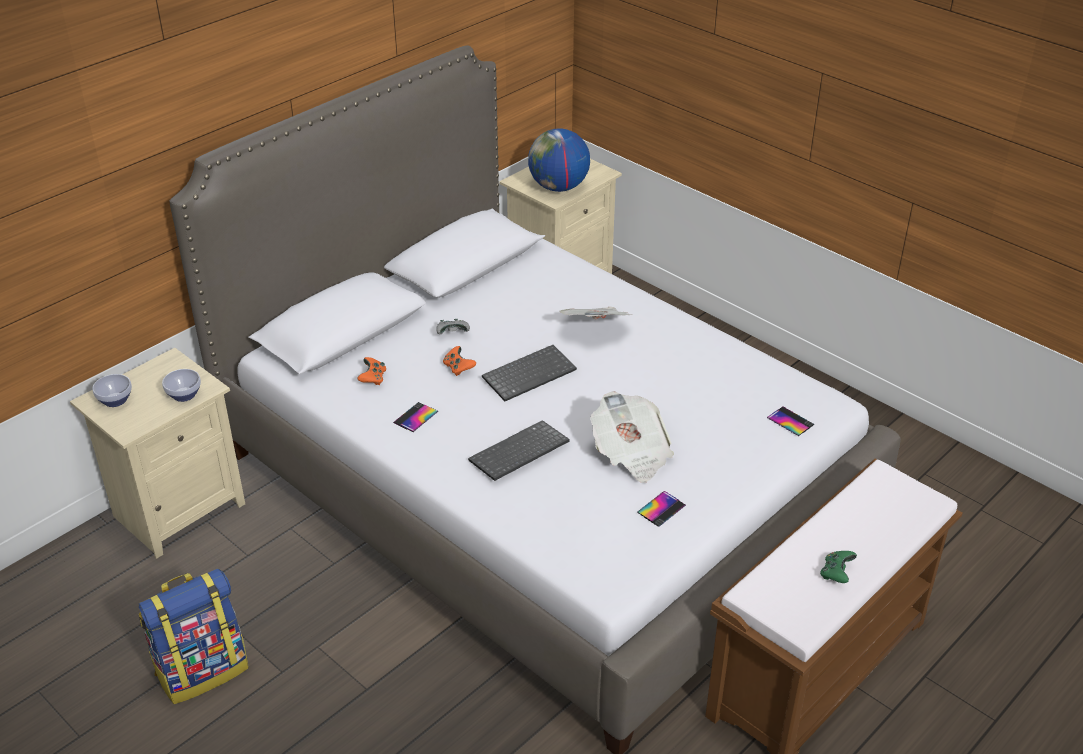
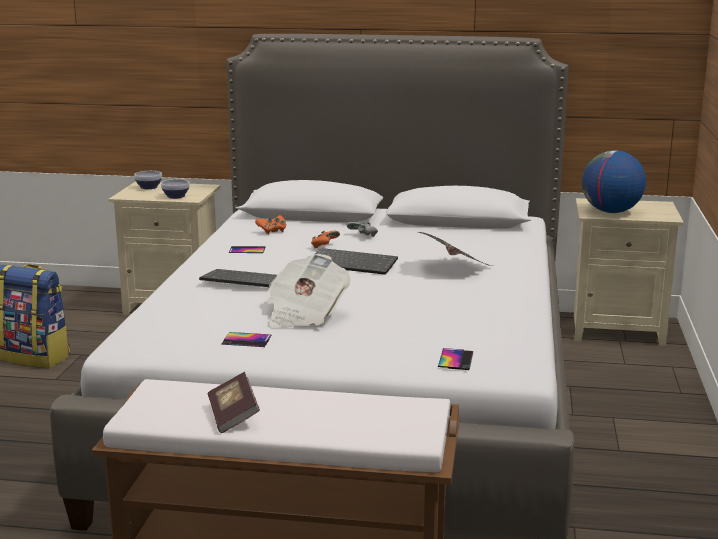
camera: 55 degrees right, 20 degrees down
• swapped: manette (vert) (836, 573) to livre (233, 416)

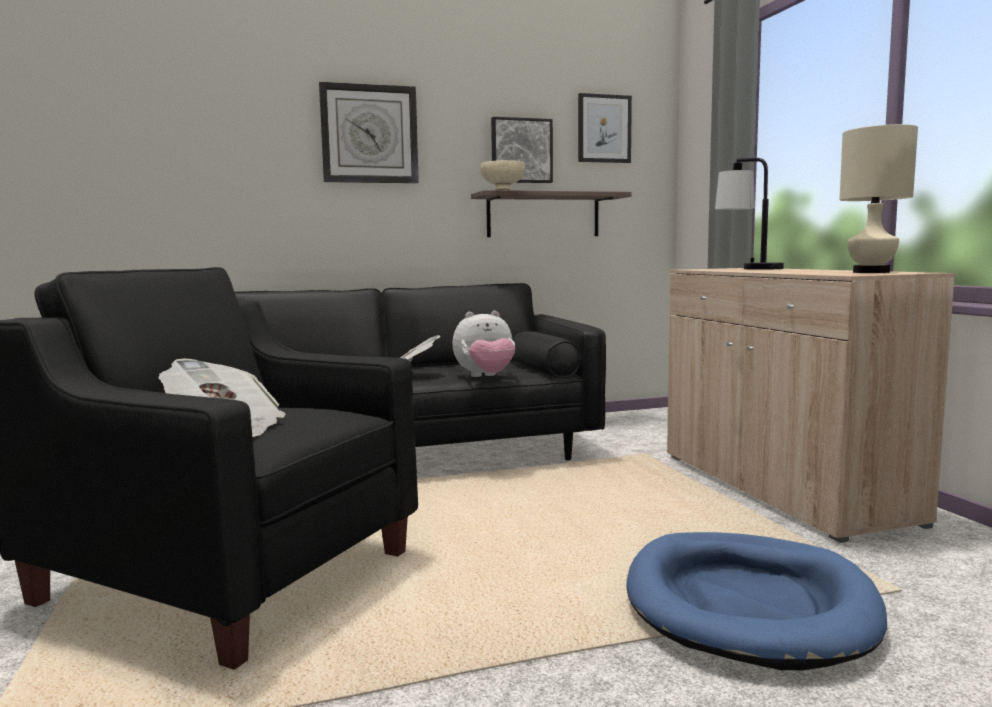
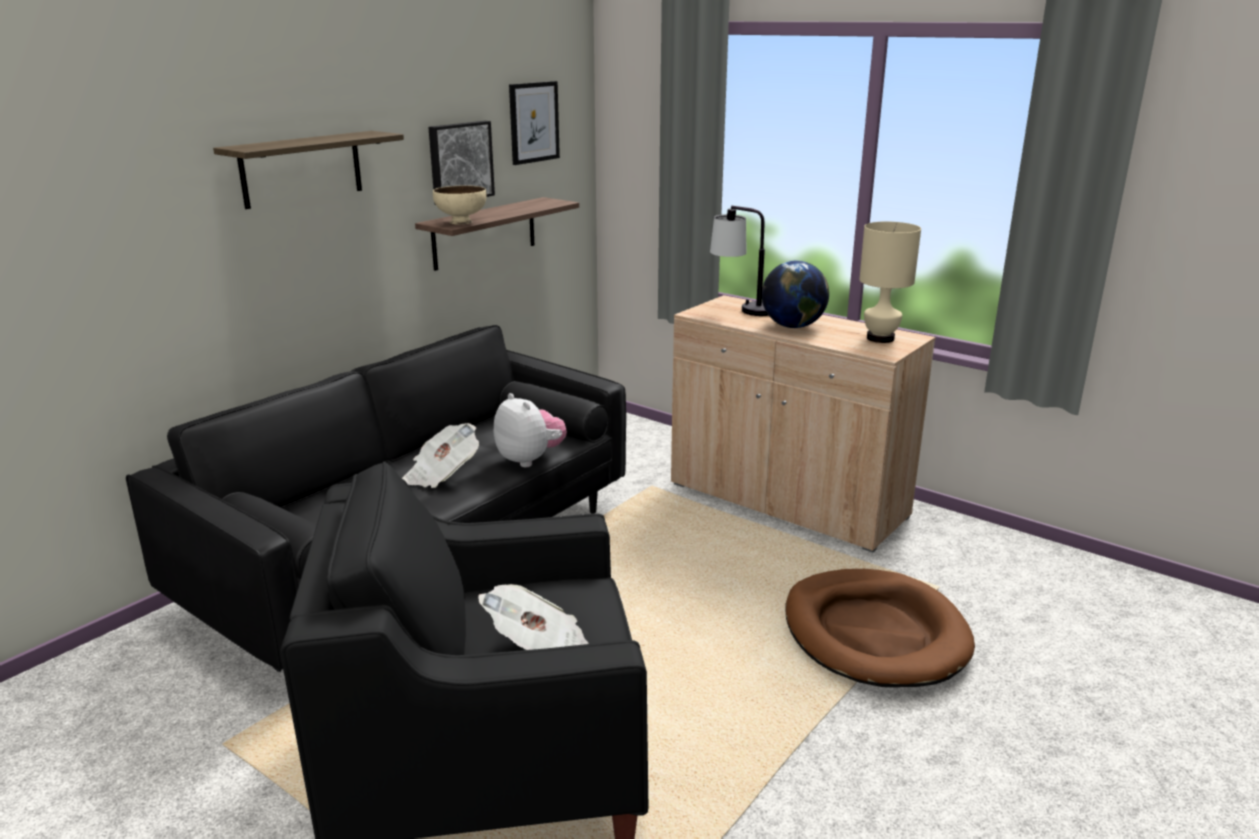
camera: 35 degrees left, 15 degrees up
• swapped: horloge murale (369, 134) to étagère (301, 169)
• rotated: peluche (486, 377) = (530, 459) 75 degrees counterclockwise
• repainted: panier pour chien (bleu) (748, 604) to panier pour chien (marron) (874, 633)
• new: globe (793, 326)

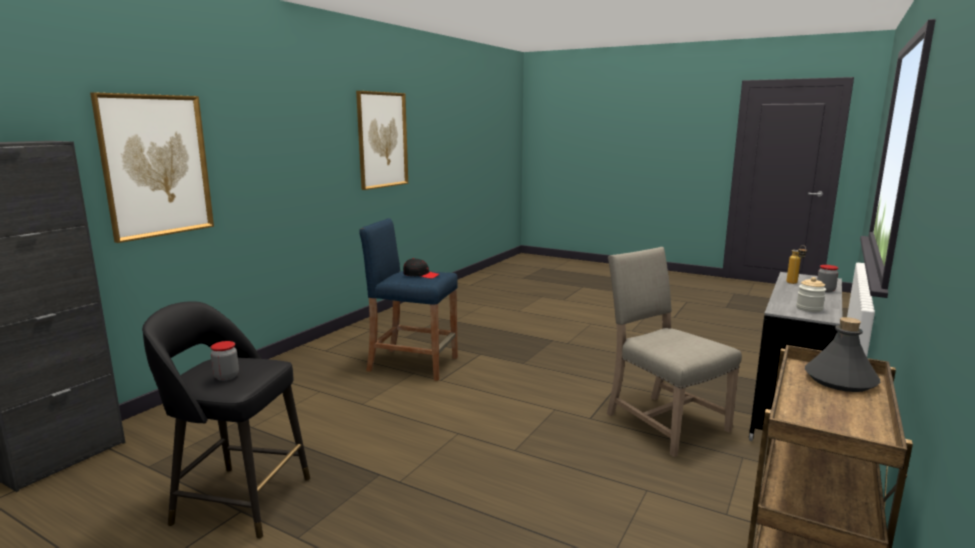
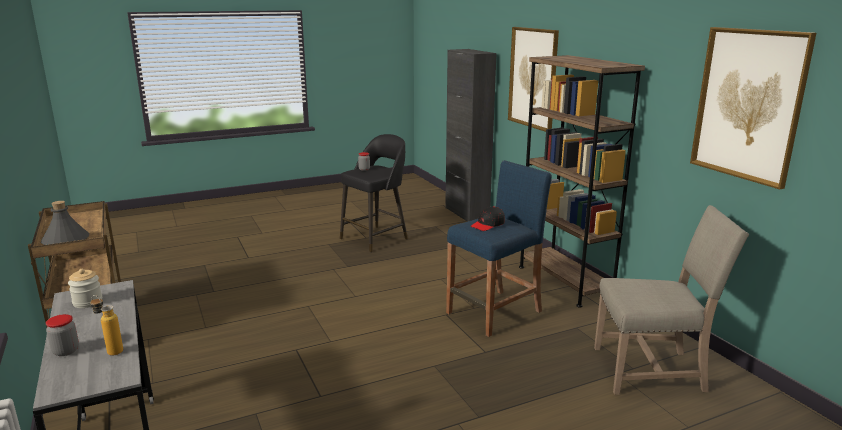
camera: 125 degrees right, 5 degrees up
• shifted: chaise (beige) (662, 421) to (652, 370)
• new: bibliothèque (marron) (564, 281)

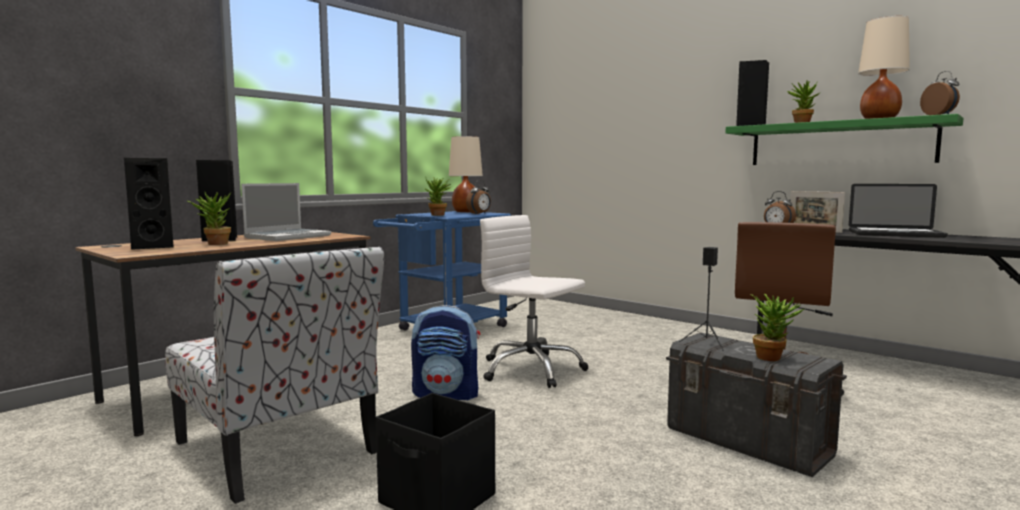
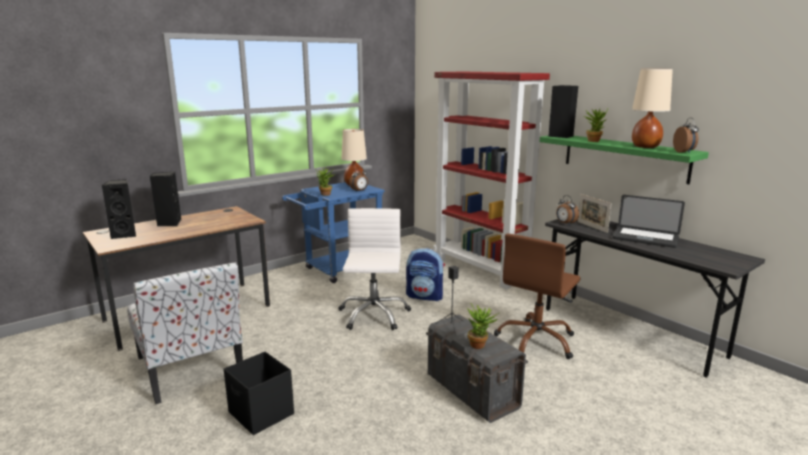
camera: 10 degrees right, 10 degrees up
• gone: ordinateur portable (288, 237)
• gone: plante en pot (213, 244)
• rotated: chaise de bureau (blanc) (531, 370) = (373, 315) 45 degrees clockwise
• shifted: sac à dos (447, 394) to (425, 296)
• new: bibliothèque (rouge) (481, 270)

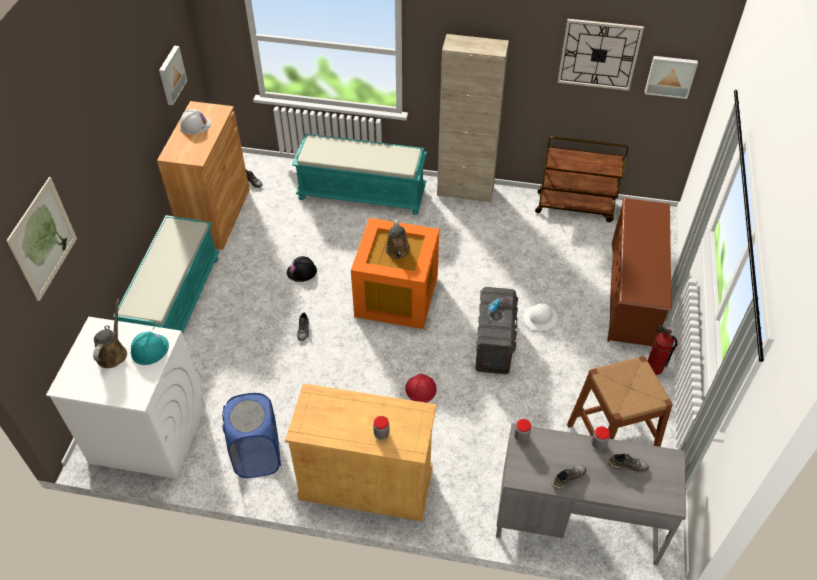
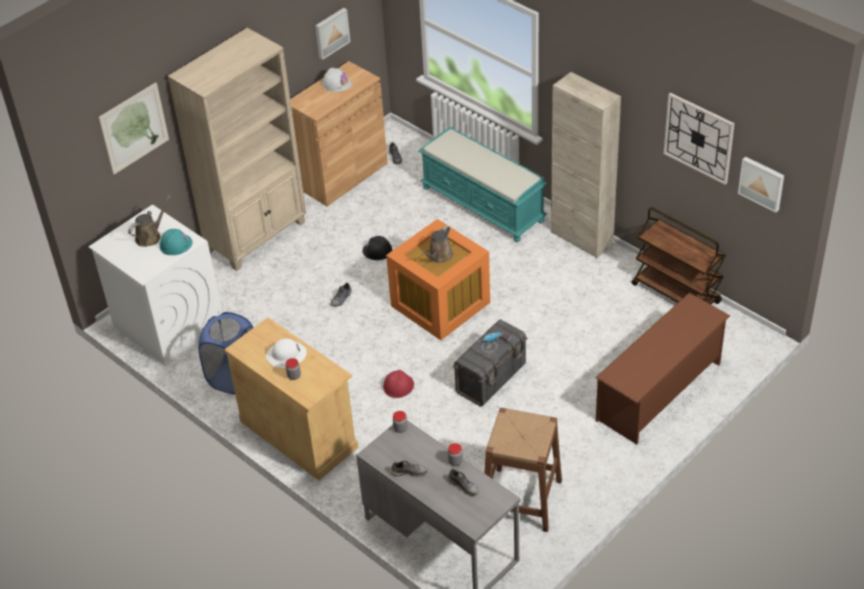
camera: 35 degrees right, 5 degrees down
• swapped: banc (turquoise) (175, 304) to bibliothèque (beige) (257, 236)
• shifted: casque de chantier (blanc) (540, 318) to (286, 355)
• gone: extincteur (653, 368)

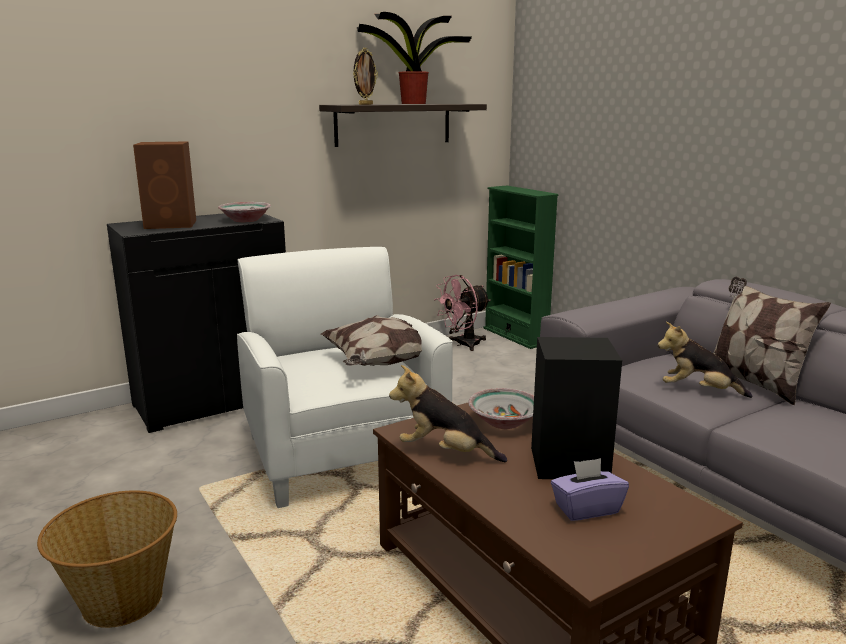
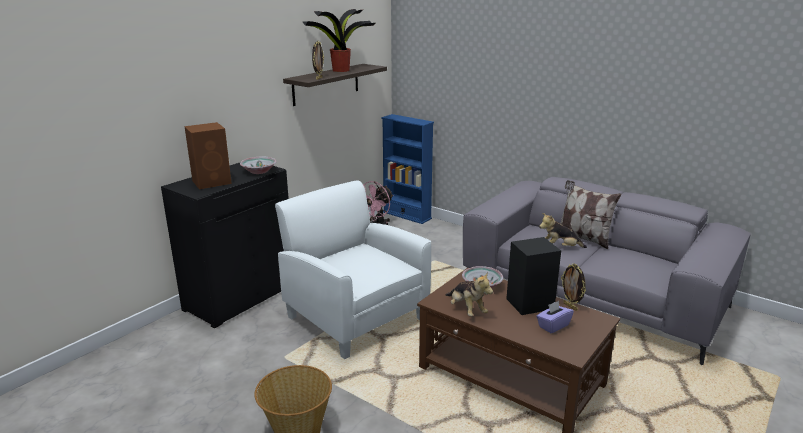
camera: 20 degrees left, 5 degrees up
• repainted: bibliothèque (vert) (515, 336) to bibliothèque (bleu) (407, 215)
• gone: coussin (379, 363)
• rotated: peluche (445, 453) = (466, 310) 120 degrees counterclockwise
• new: cadre photo (570, 306)

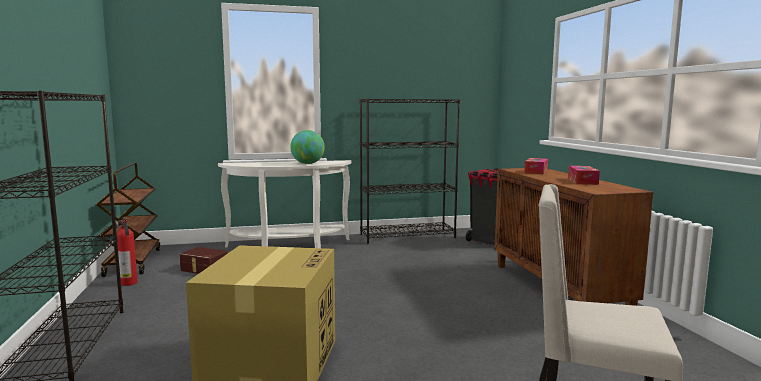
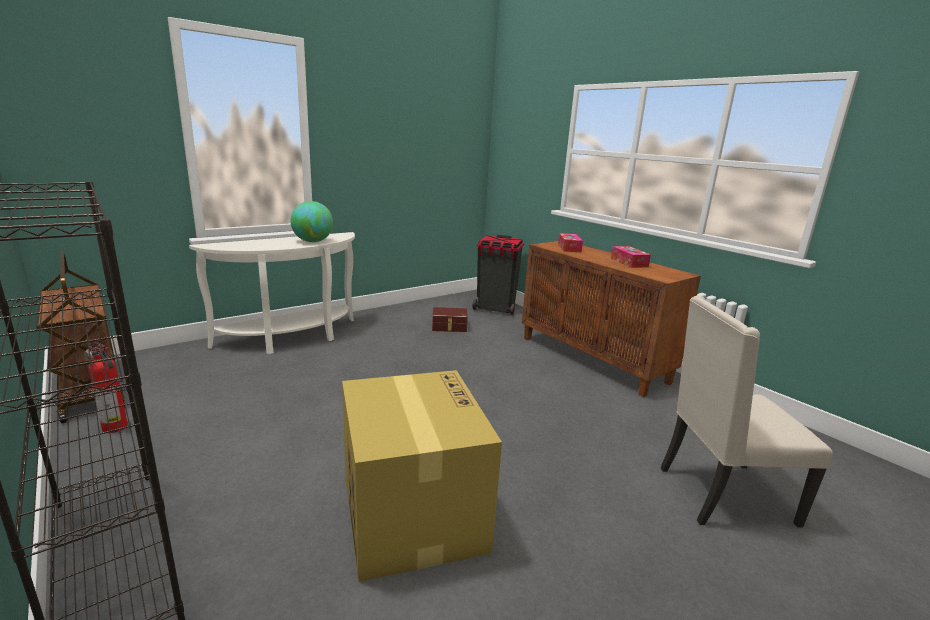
camera: 25 degrees left, 10 degrees up
• gone: bibliothèque (noir) (408, 236)
• shifted: boîte de rangement (marron) (203, 269) to (449, 327)

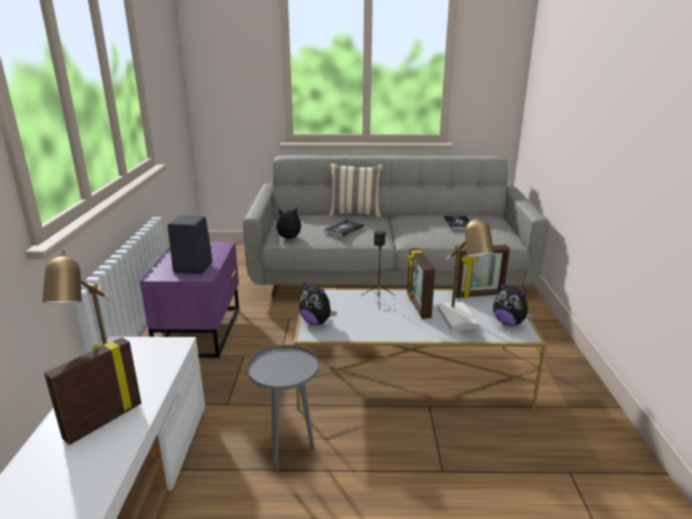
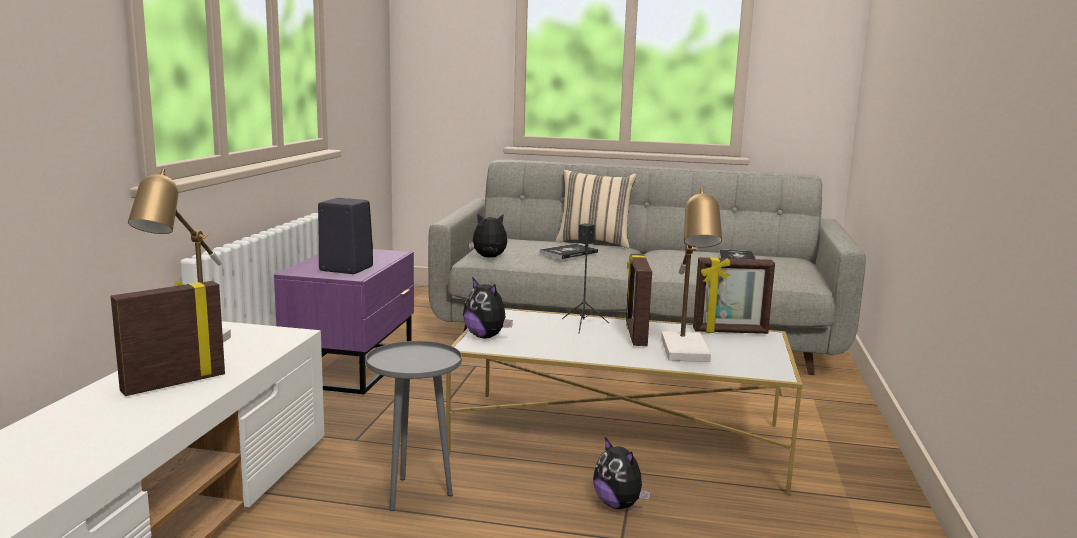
camera: 10 degrees right, 10 degrees down
• shifted: peluche (509, 323) to (618, 505)

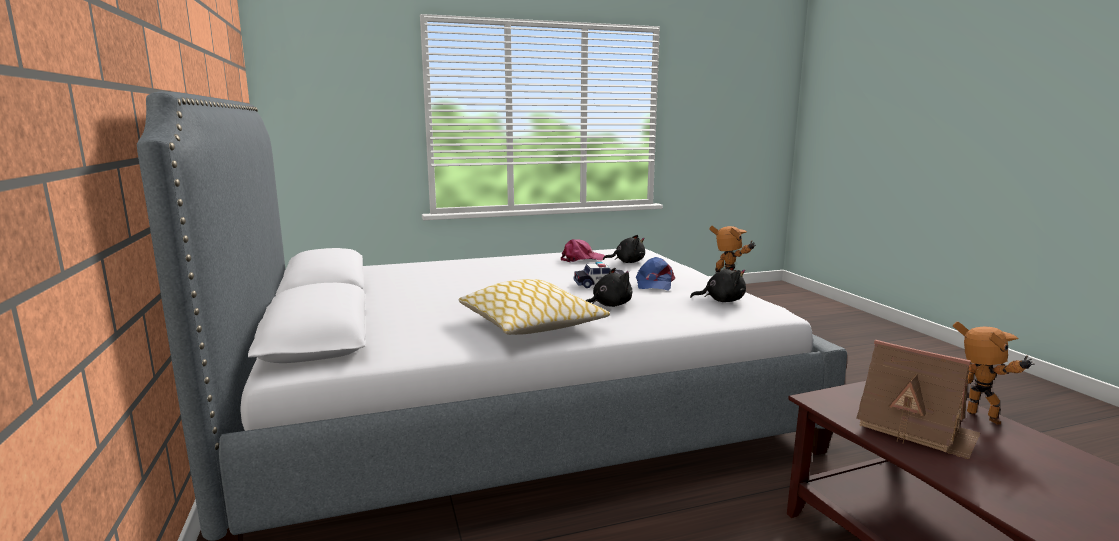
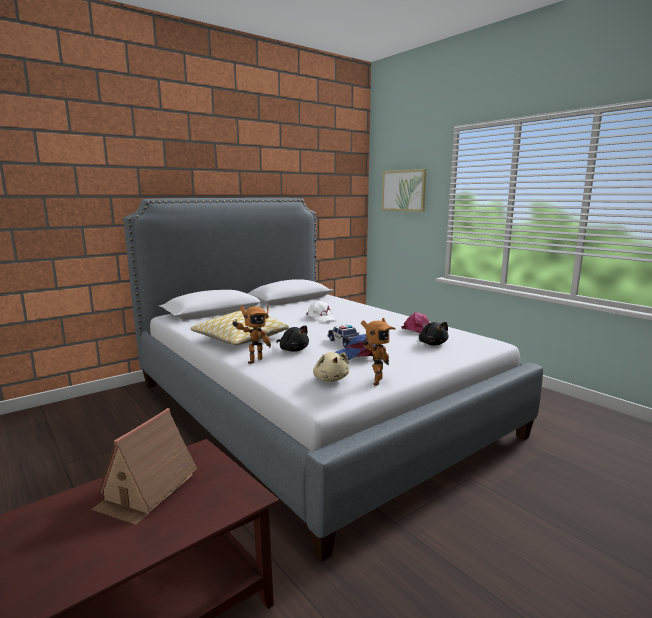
camera: 70 degrees right, 0 degrees up
• repainted: peluche (noir) (721, 301) to peluche (beige) (331, 379)
• shifted: robot jouet (980, 419) to (253, 360)
• new: tableau (404, 190)
• new: casquette (blanc) (321, 317)

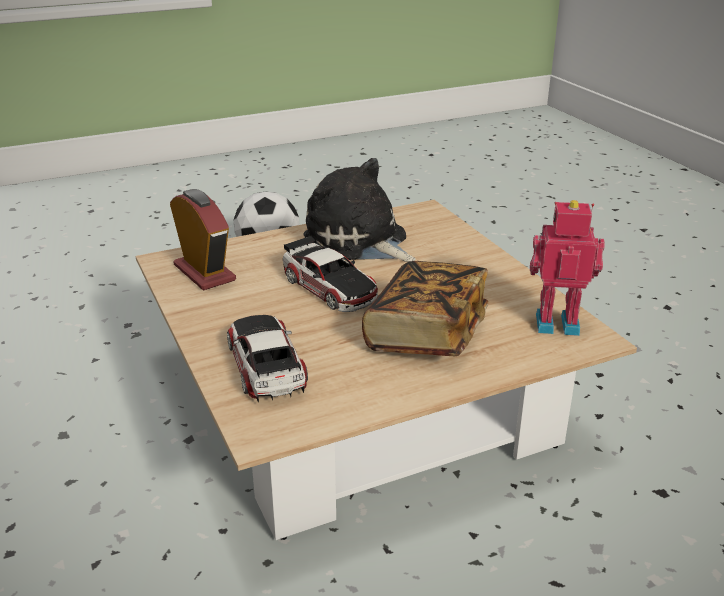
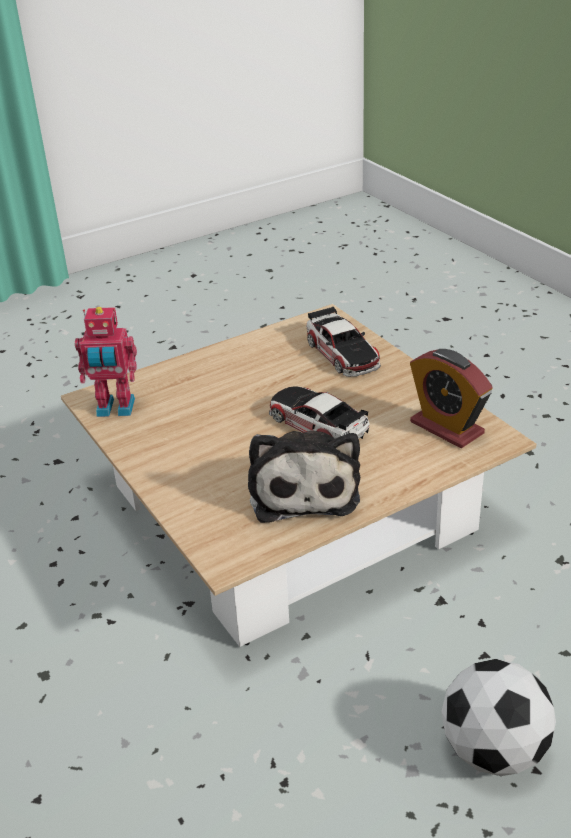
camera: 175 degrees right, 5 degrees up
• rotated: peluche (359, 241) = (303, 489) 45 degrees clockwise
• gone: livre (426, 333)

